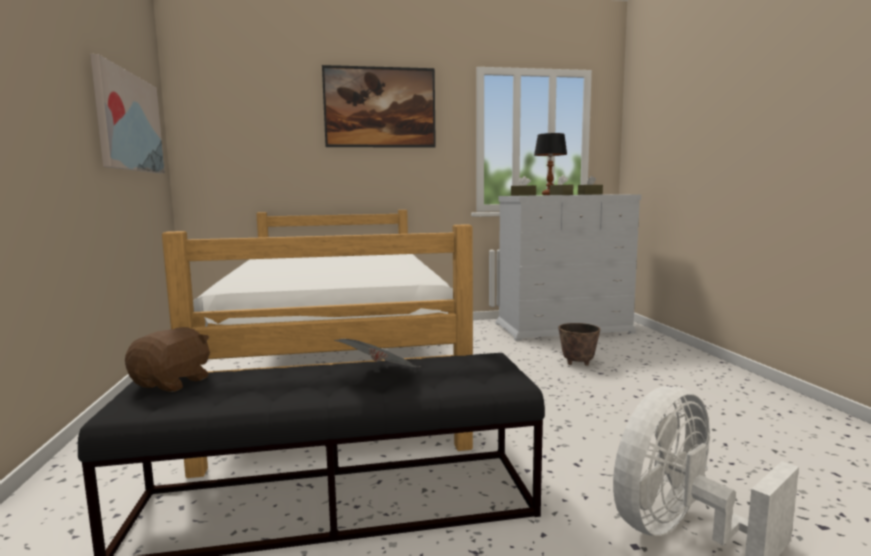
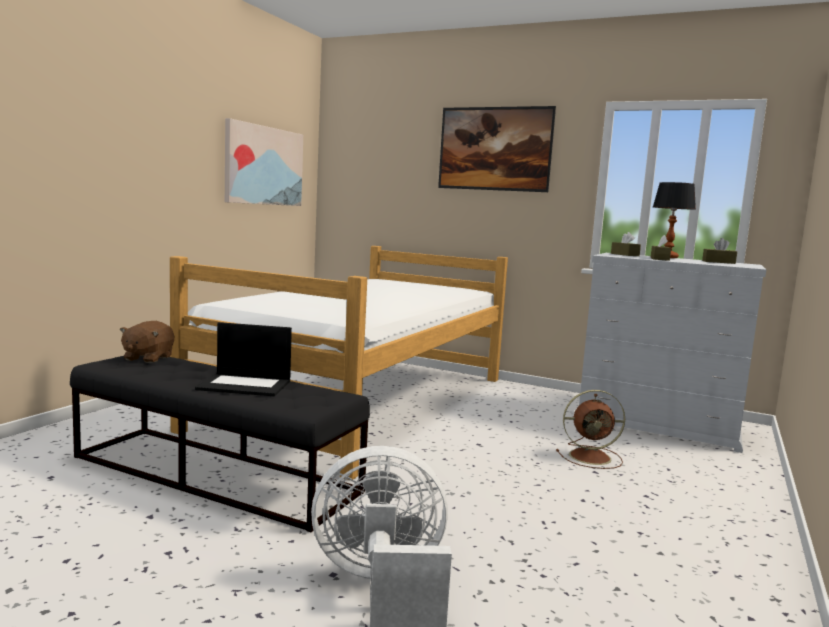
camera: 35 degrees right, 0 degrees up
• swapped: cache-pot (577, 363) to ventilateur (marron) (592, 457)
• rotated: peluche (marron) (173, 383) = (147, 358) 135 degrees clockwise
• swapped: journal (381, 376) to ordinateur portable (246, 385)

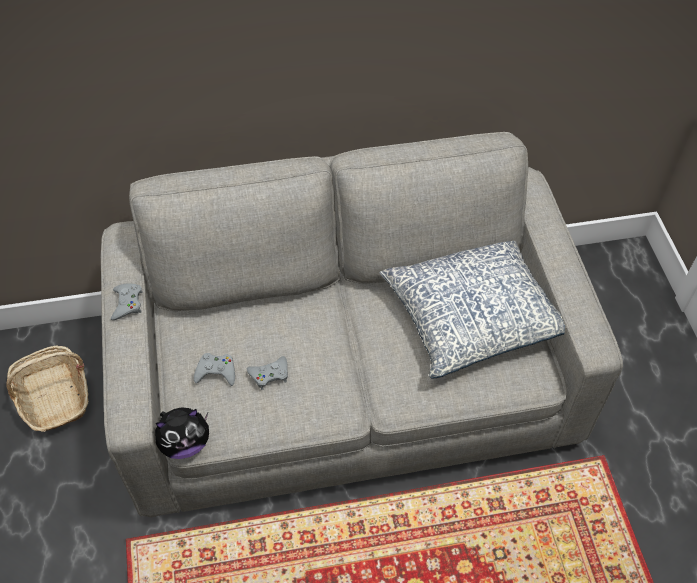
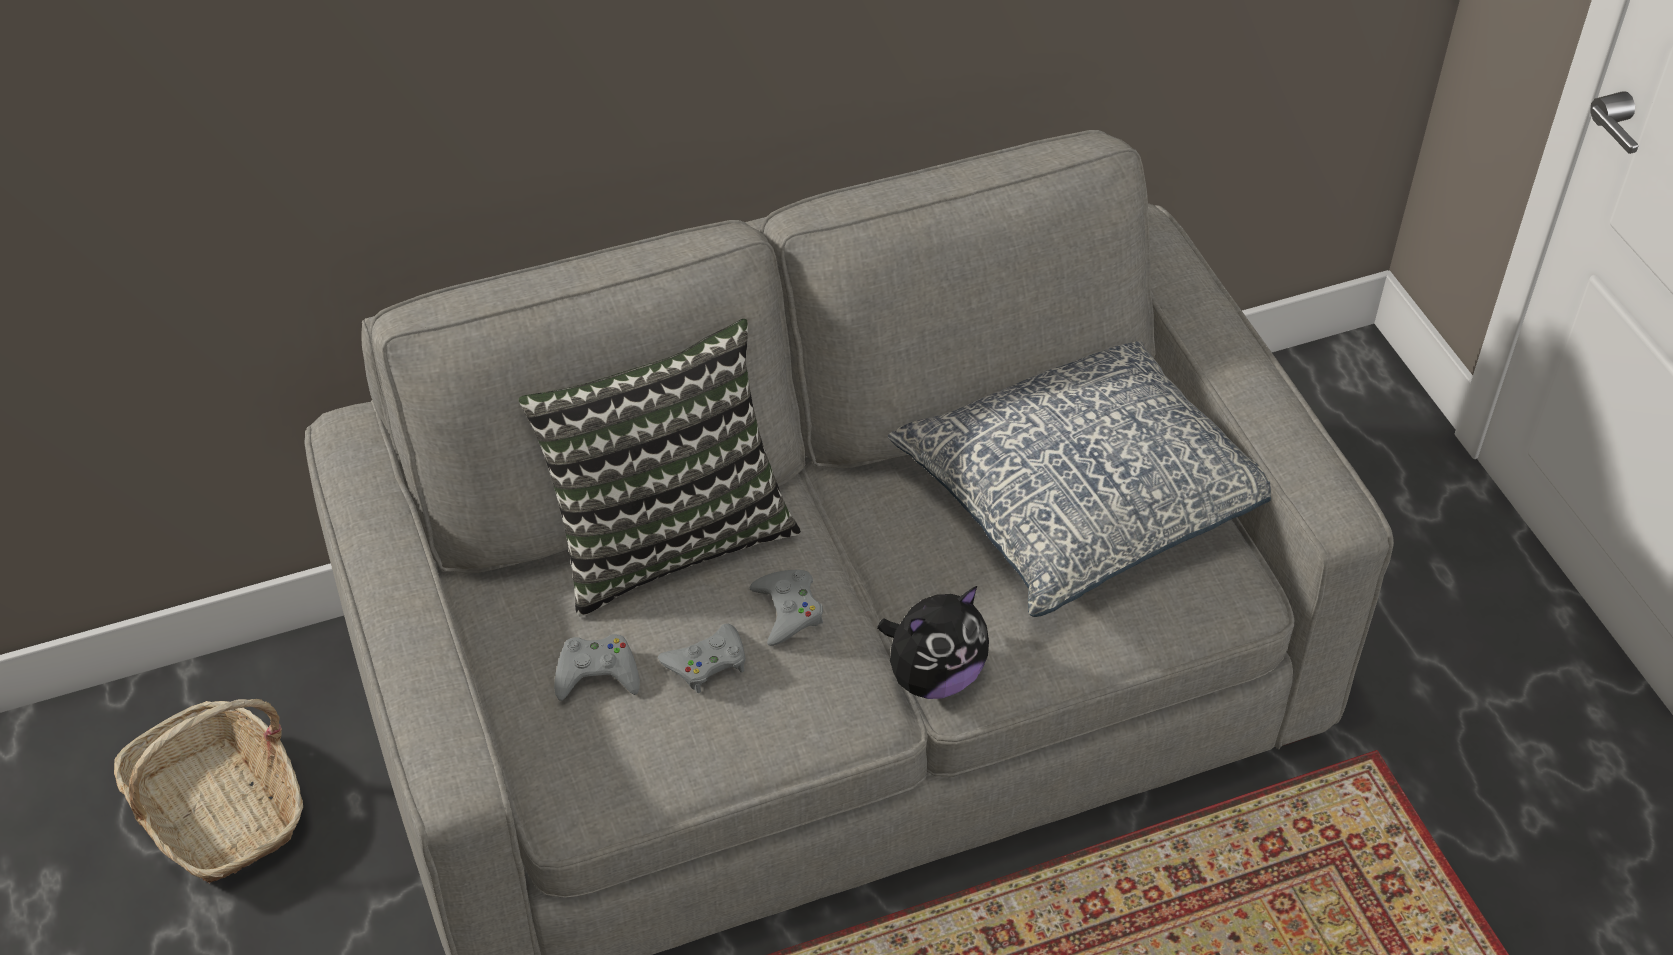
camera: 10 degrees left, 5 degrees down
• shifted: manette (gris) (127, 303) to (788, 611)
• shifted: peluche (185, 443) to (933, 676)
• new: coussin (667, 535)

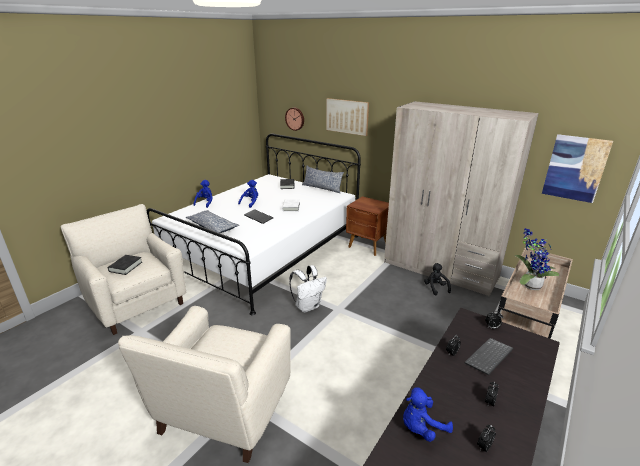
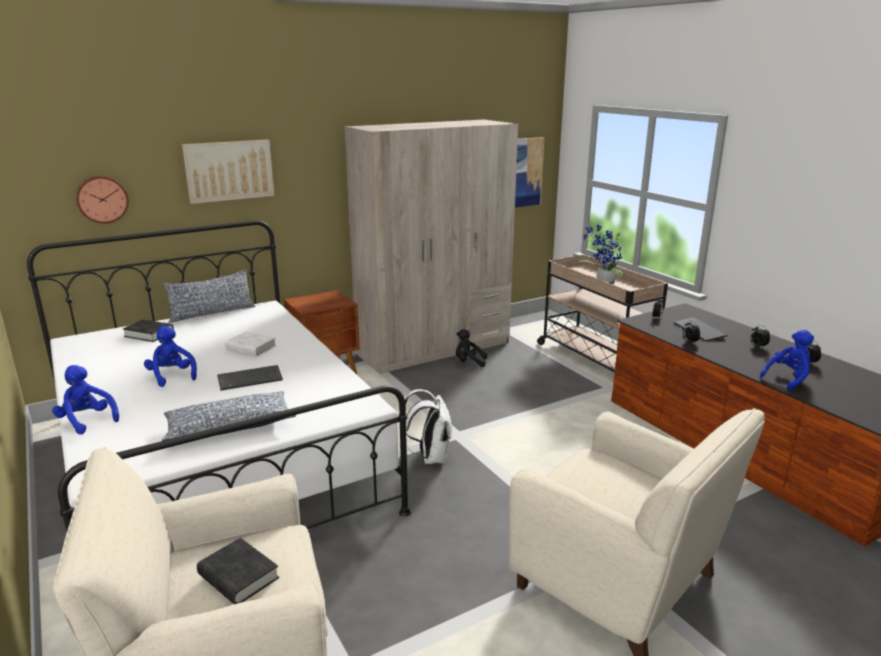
camera: 65 degrees left, 5 degrees down
• rotated: peluche (bleu) (421, 427) = (788, 379) 120 degrees counterclockwise

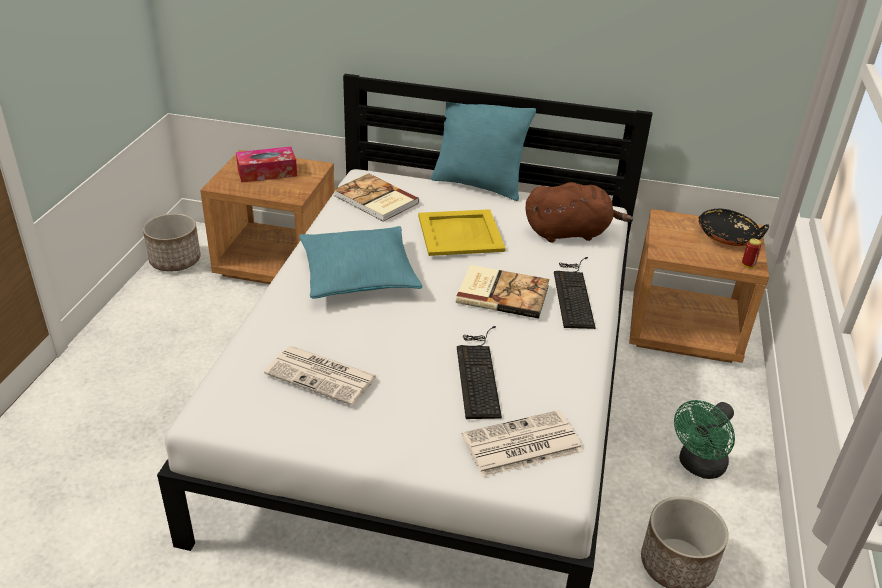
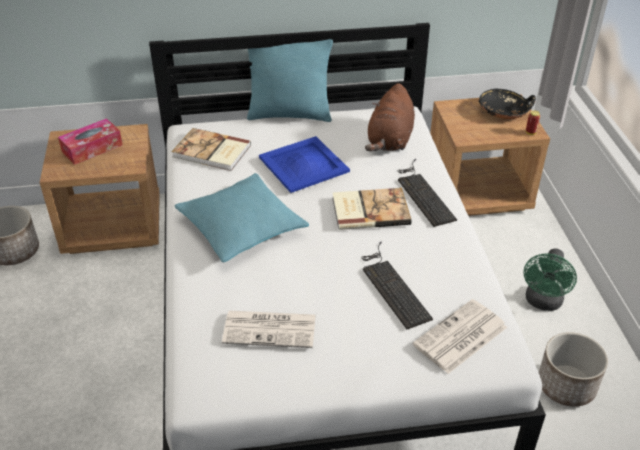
camera: 20 degrees left, 5 degrees up
• rotated: peluche (marron) (570, 233) = (390, 140) 135 degrees clockwise
• repainted: plateau (jaune) (459, 233) to plateau (bleu) (303, 165)

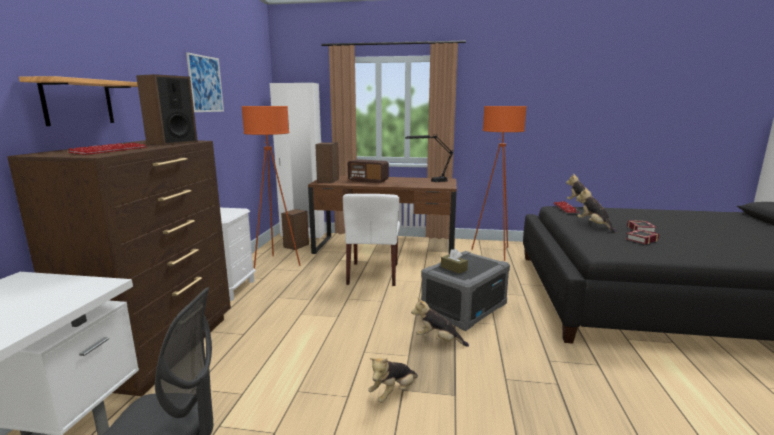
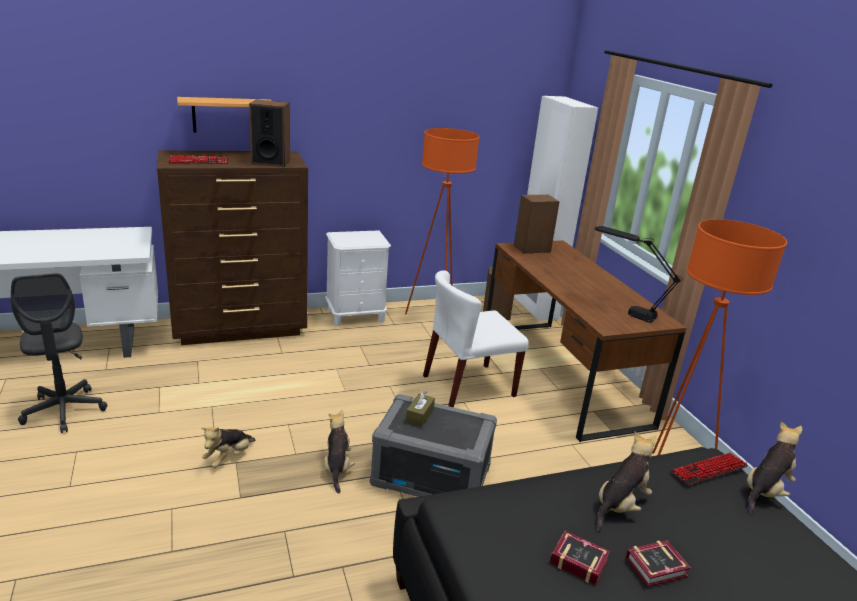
camera: 60 degrees right, 10 degrees up
• gone: tableau (205, 84)
• gone: radio (368, 181)
• rotated: peluche (393, 393) = (228, 458) 75 degrees counterclockwise

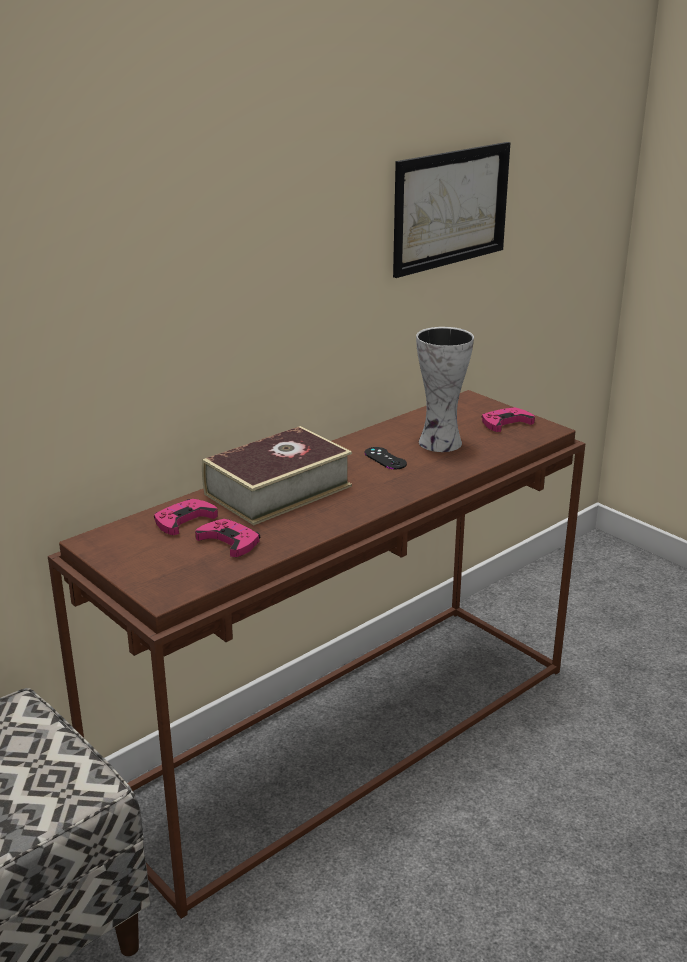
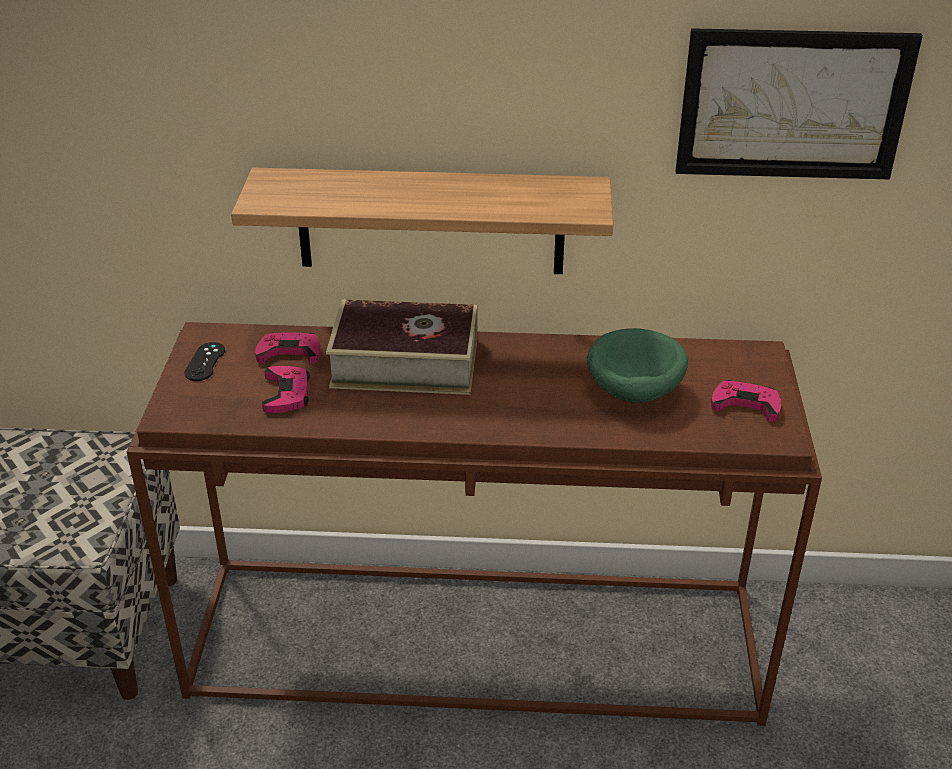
camera: 45 degrees right, 10 degrees up
• swapped: vase (438, 443) to bol (vert) (632, 390)
• shifted: manette (noir) (385, 458) to (205, 362)
• new: étagère (431, 221)

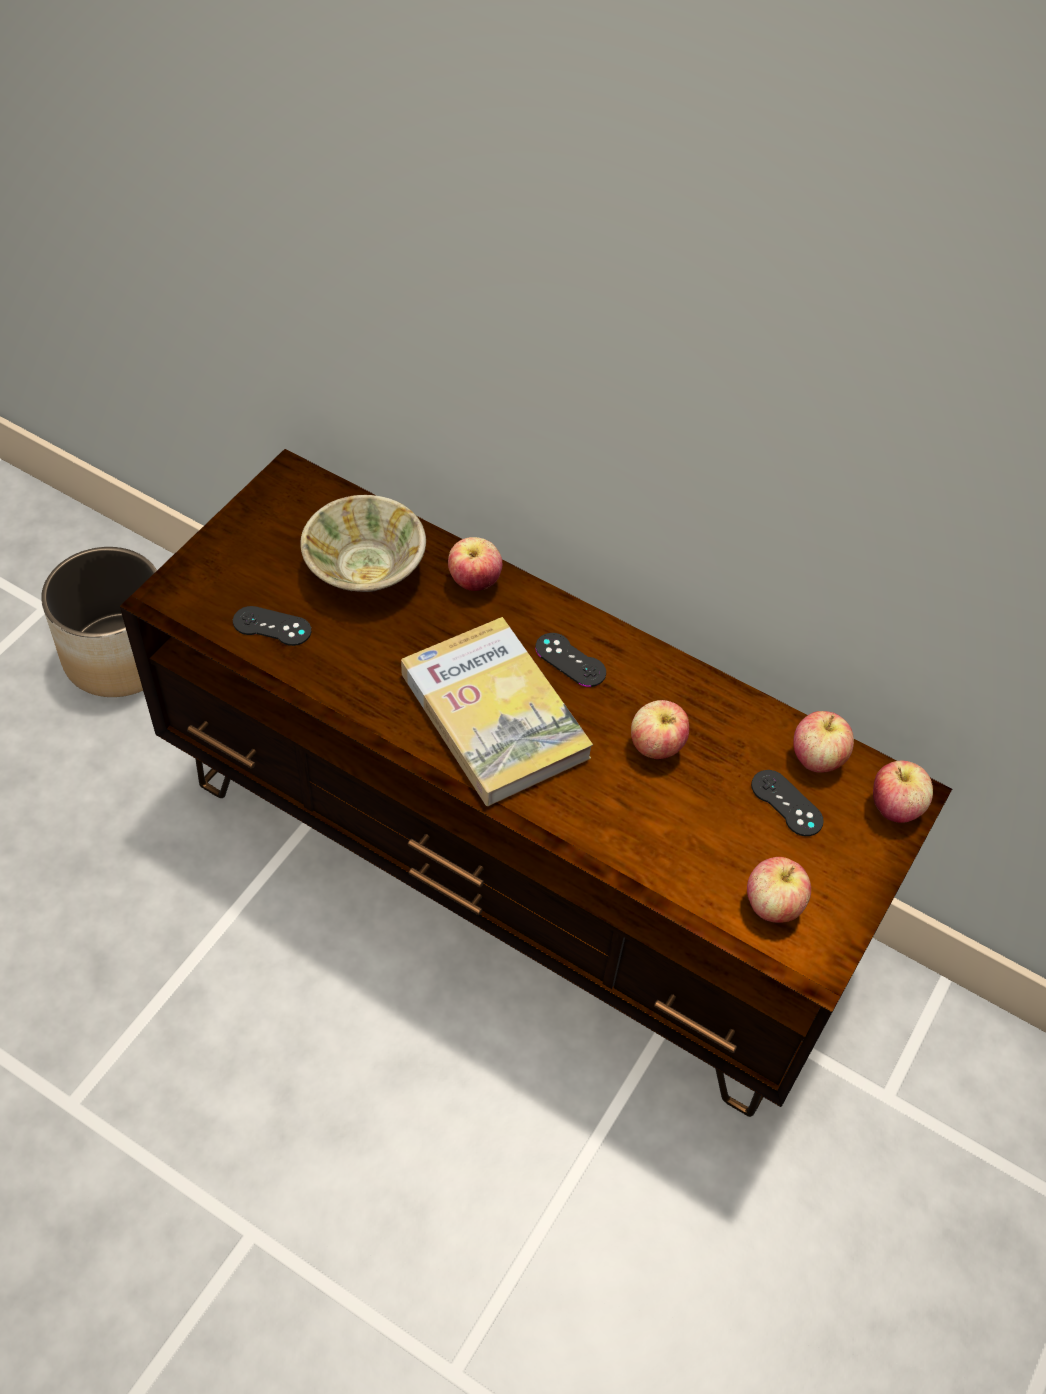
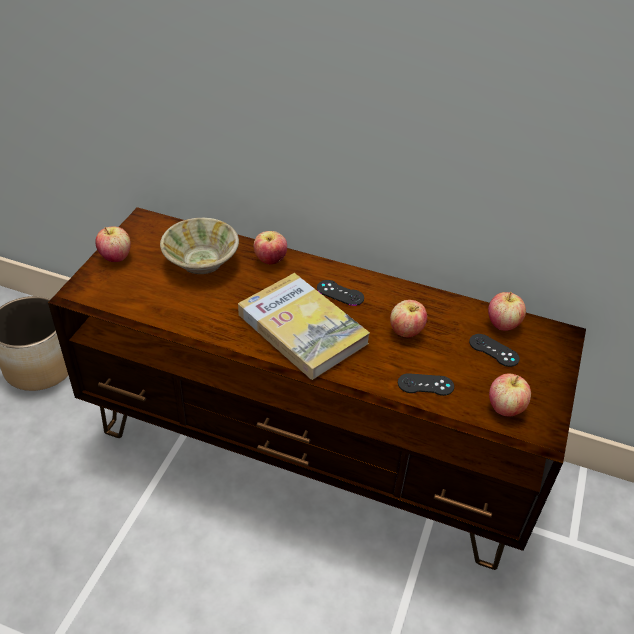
camera: 10 degrees left, 10 degrees down
• shifted: manette (noir) (272, 626) to (425, 385)
• shifted: pomme (894, 807) to (115, 257)

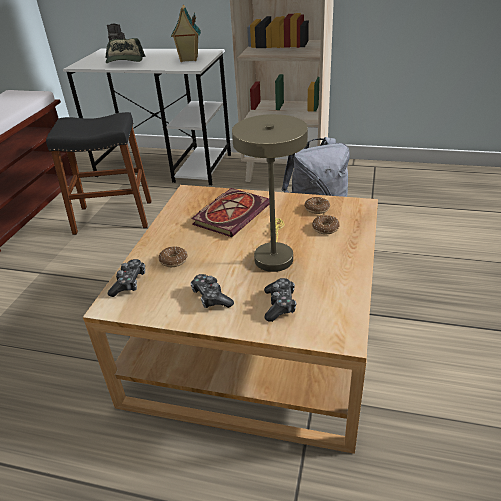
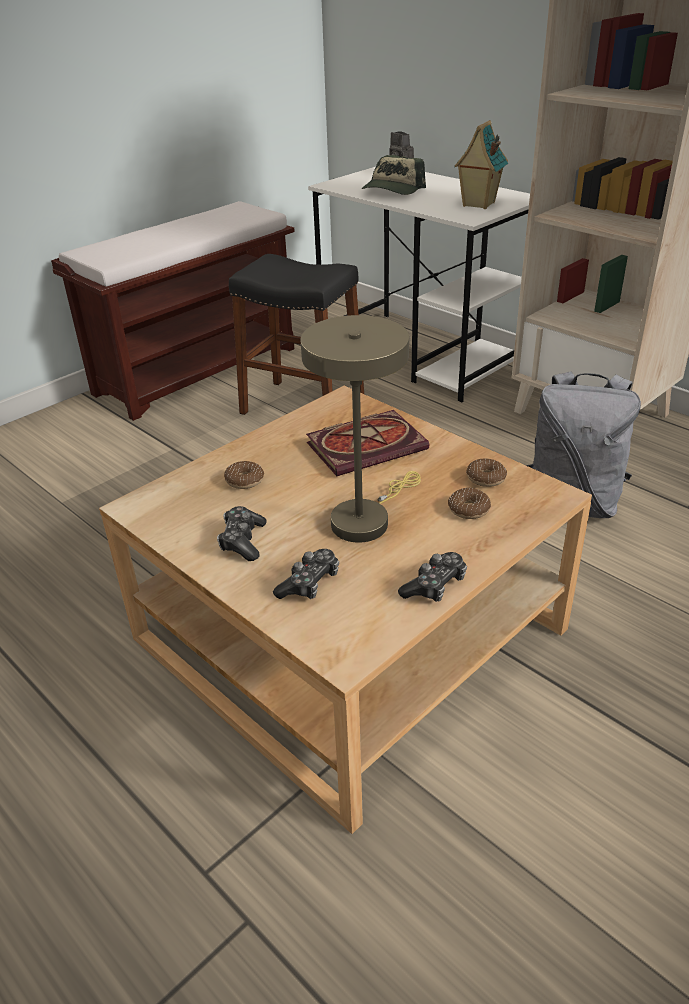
camera: 30 degrees right, 0 degrees up
• shifted: manette (129, 283) to (435, 586)

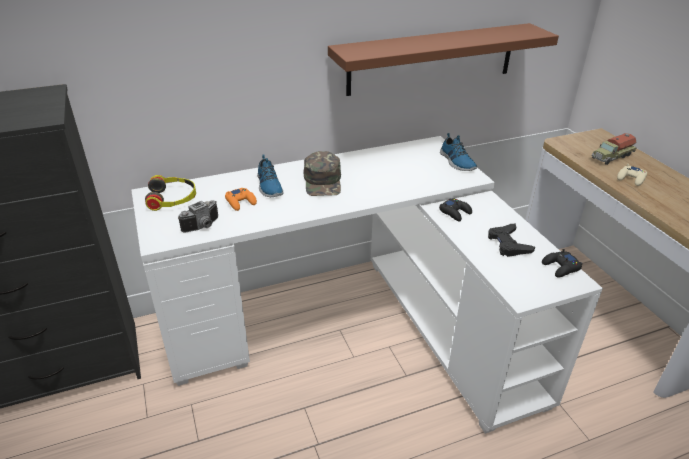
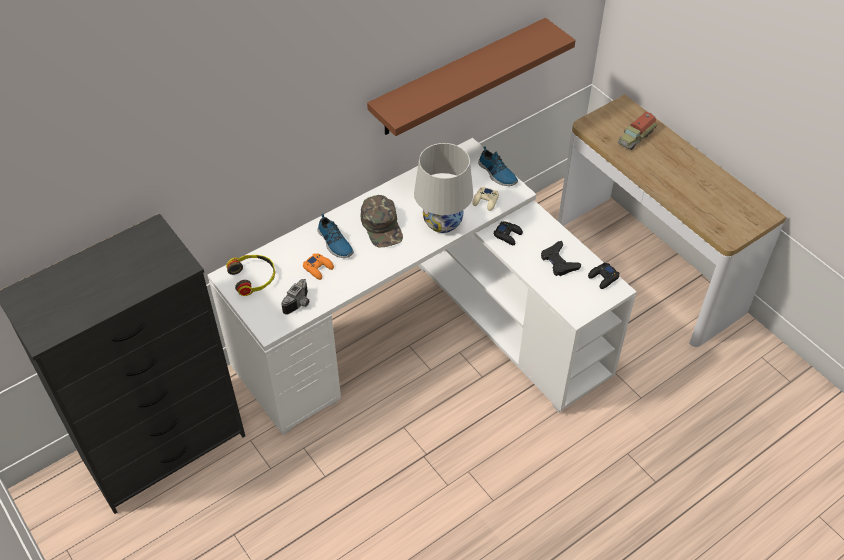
camera: 15 degrees left, 15 degrees up
• shifted: manette (beige) (631, 178) to (486, 201)
• new: lampe de table (blanc) (442, 222)

